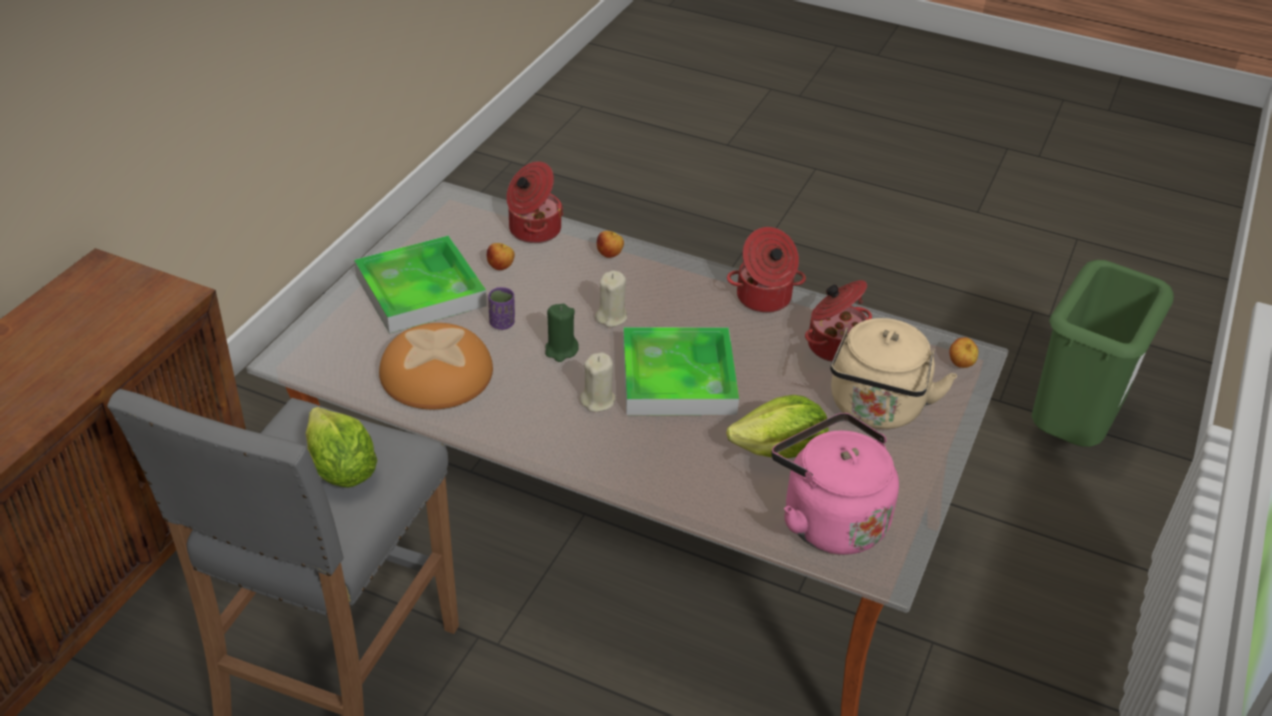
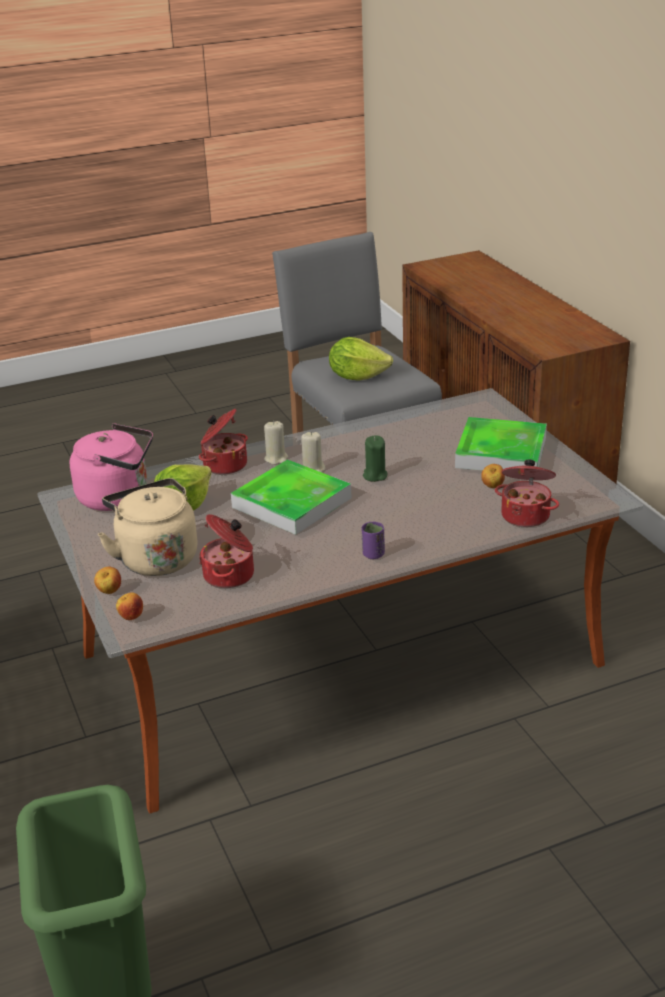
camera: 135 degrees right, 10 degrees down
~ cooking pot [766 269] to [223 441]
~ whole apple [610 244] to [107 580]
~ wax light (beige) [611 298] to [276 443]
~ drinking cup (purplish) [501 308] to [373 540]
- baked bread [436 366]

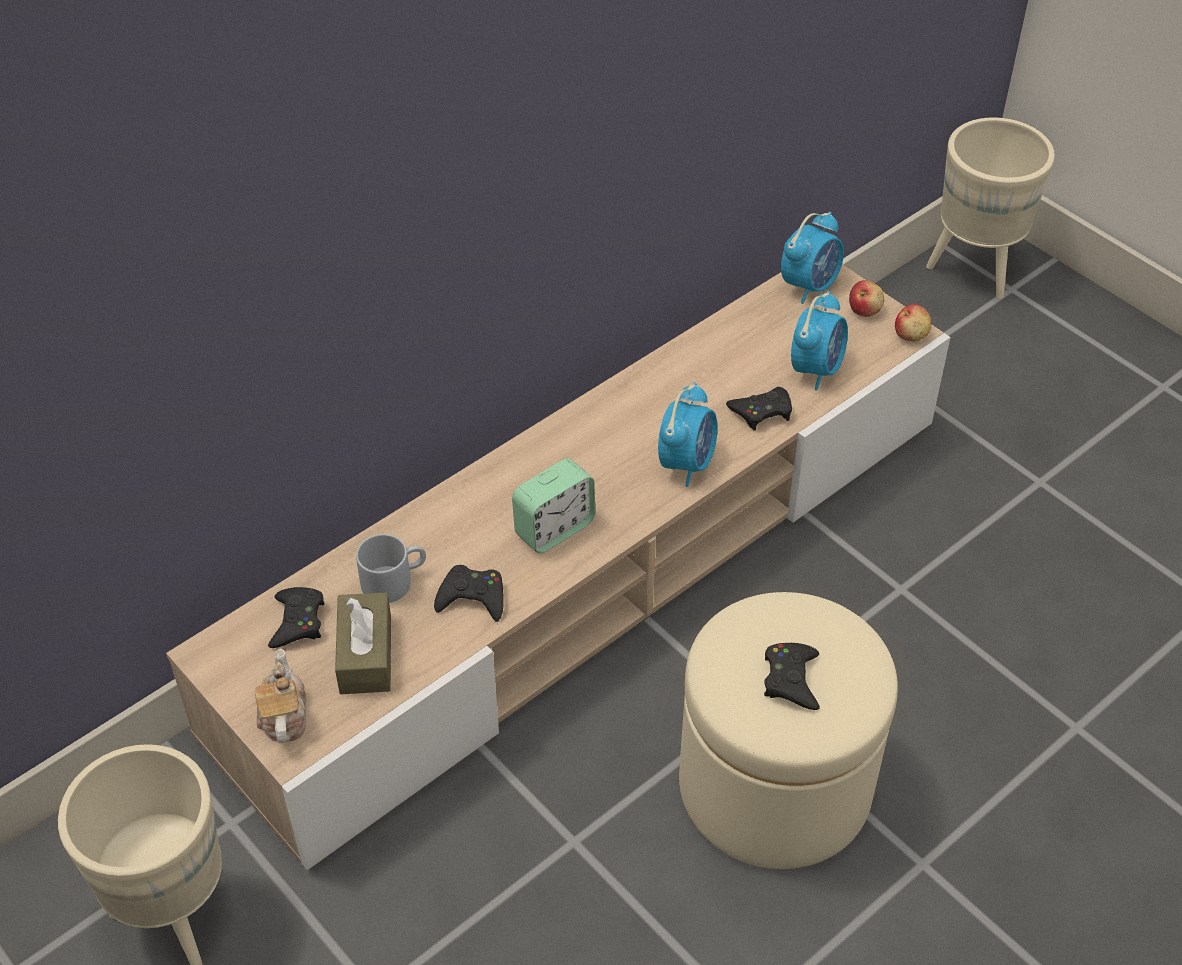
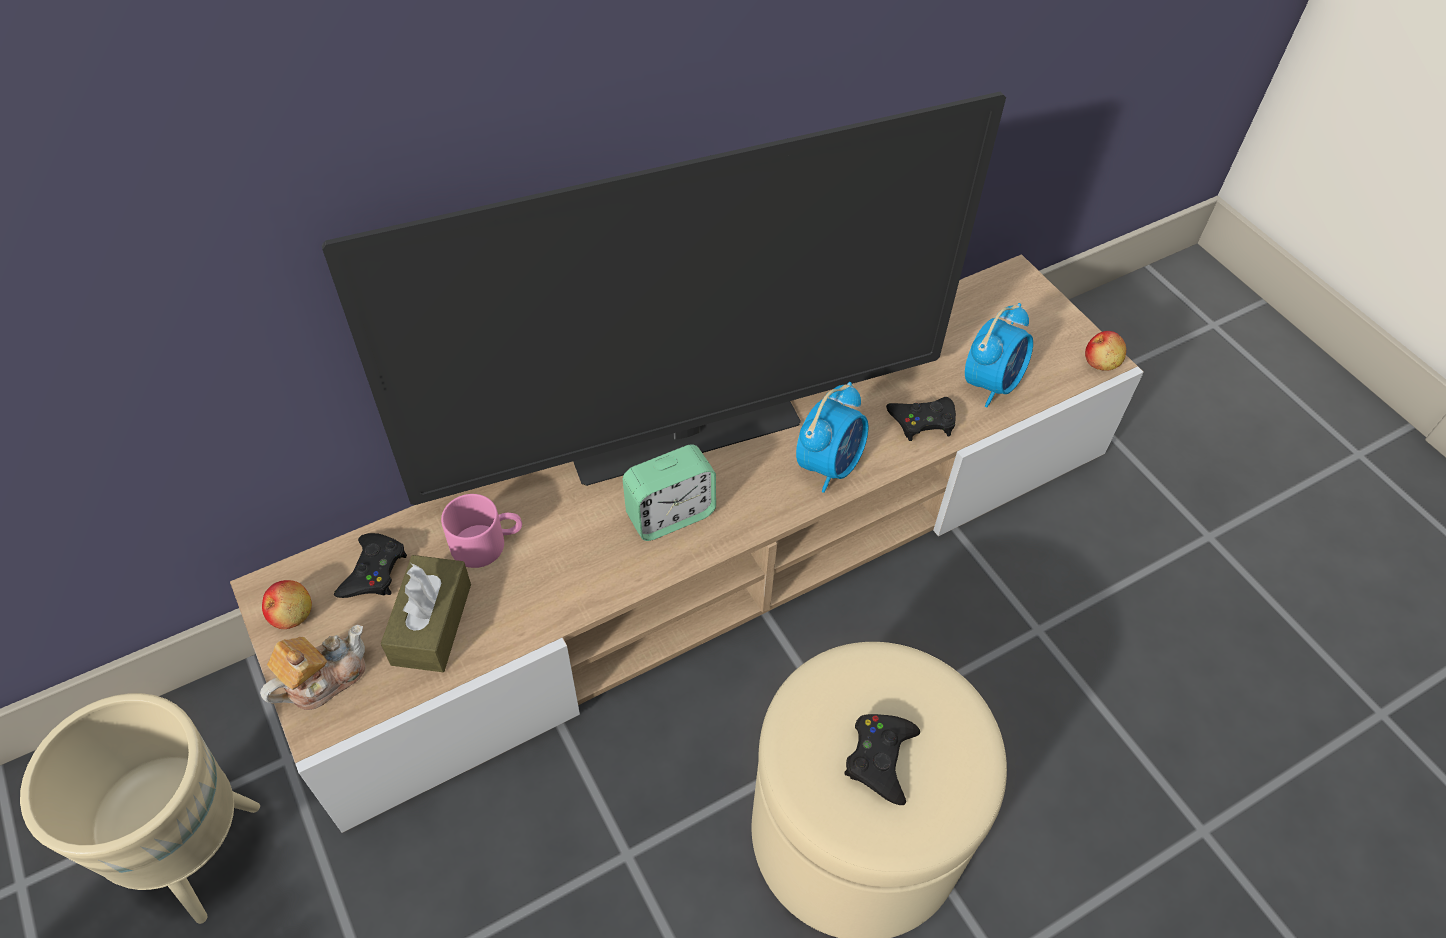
camera: 10 degrees right, 5 degrees up
- flower pot (beige) [990 208]
- bedside clock [812 257]
~ whole apple [866 298] to [287 604]
~ coffee mug (gray) [391 568] to coffee mug (pink-coloured) [481 531]
- game controller (blackish) [469 593]
~ pot for tea [280 695] = [313 667] 45 degrees clockwise
+ TV [663 298]

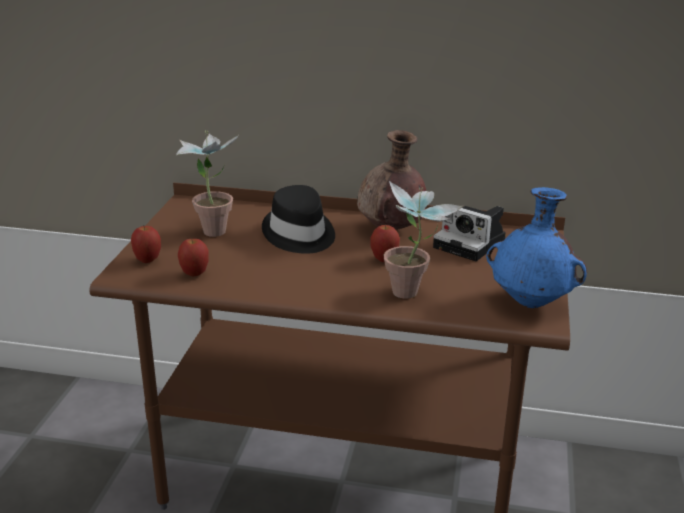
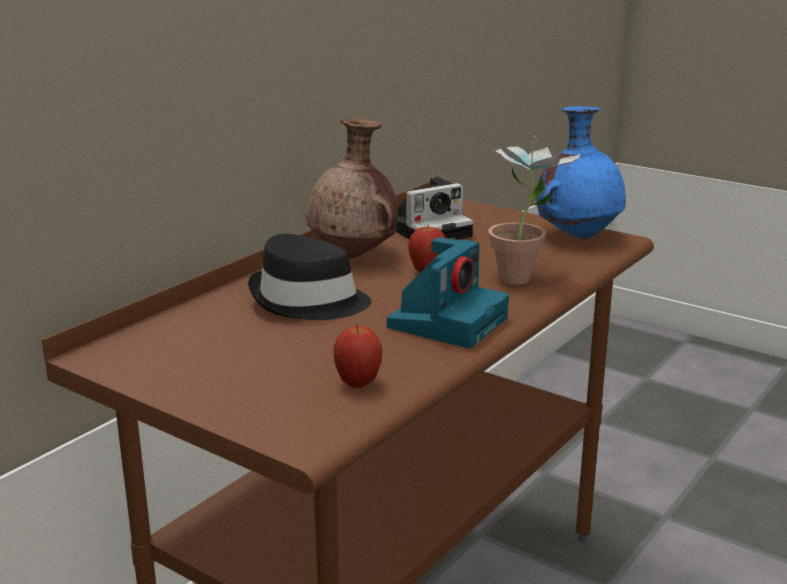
camera: 65 degrees left, 5 degrees down
- houseplant [207 184]
- whole apple [146 244]
+ photo camera [448 292]

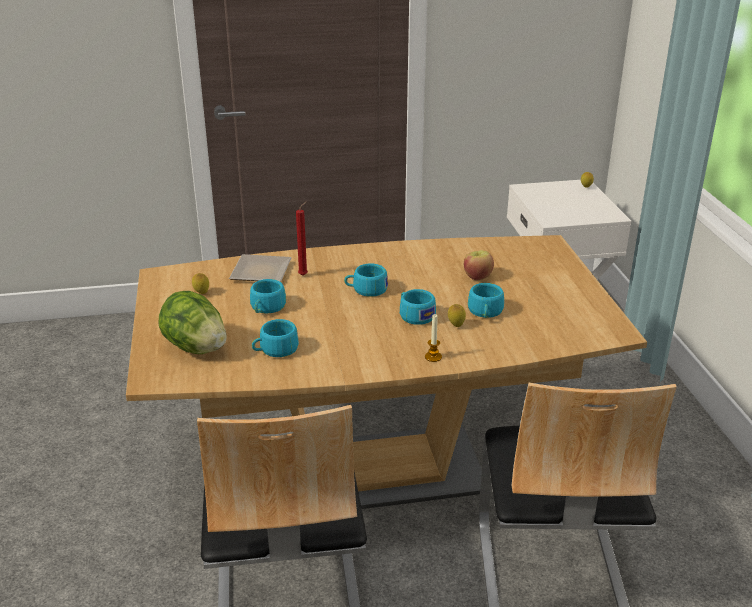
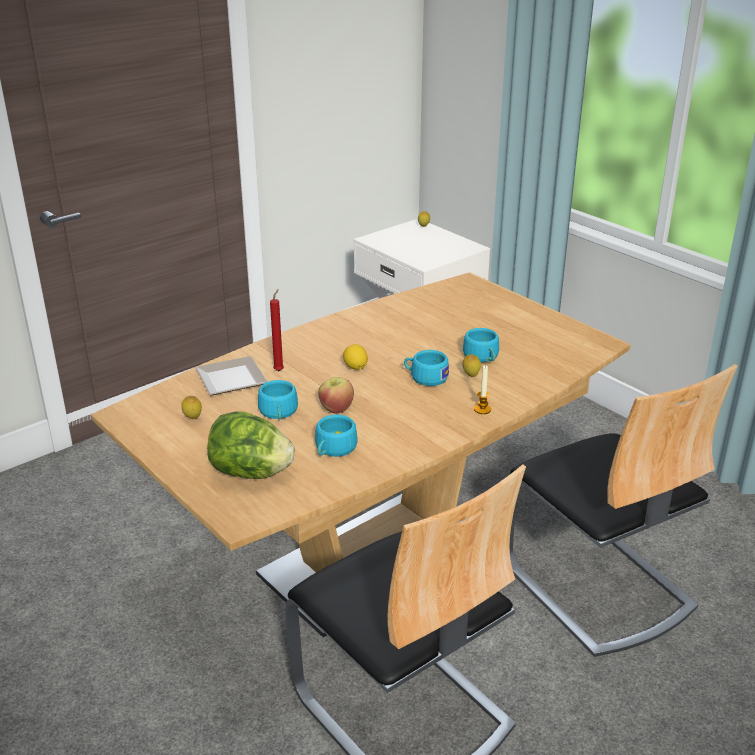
camera: 30 degrees left, 0 degrees up
~ whole apple [479 265] to [336 395]
~ drinking cup (turquoise-coloured) [366 280] to citrus fruit [355 357]

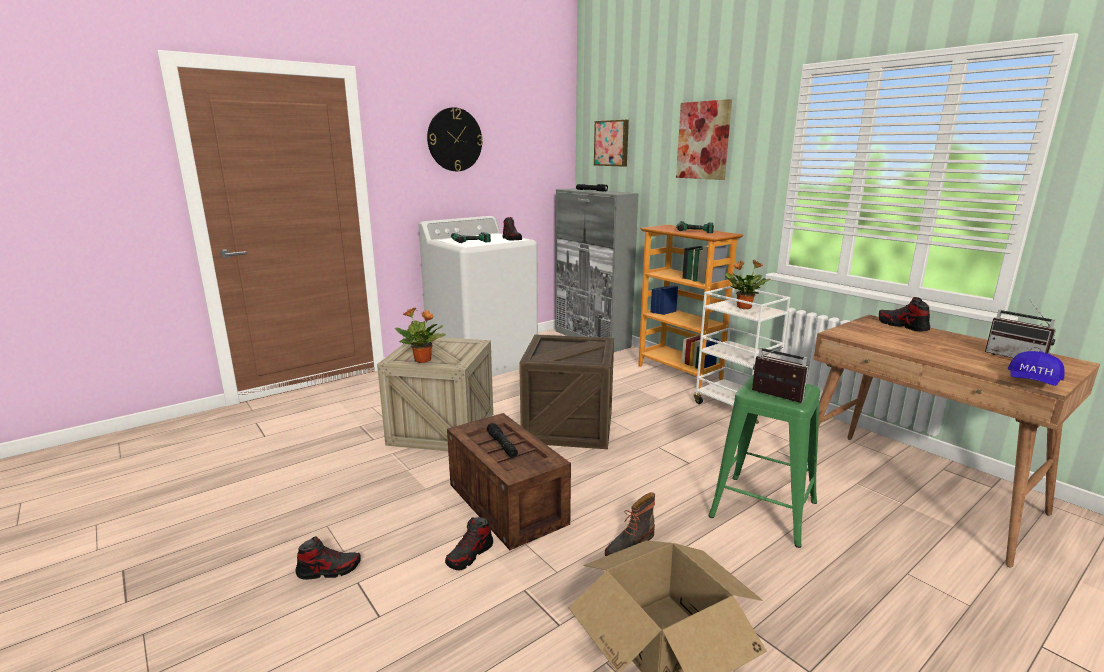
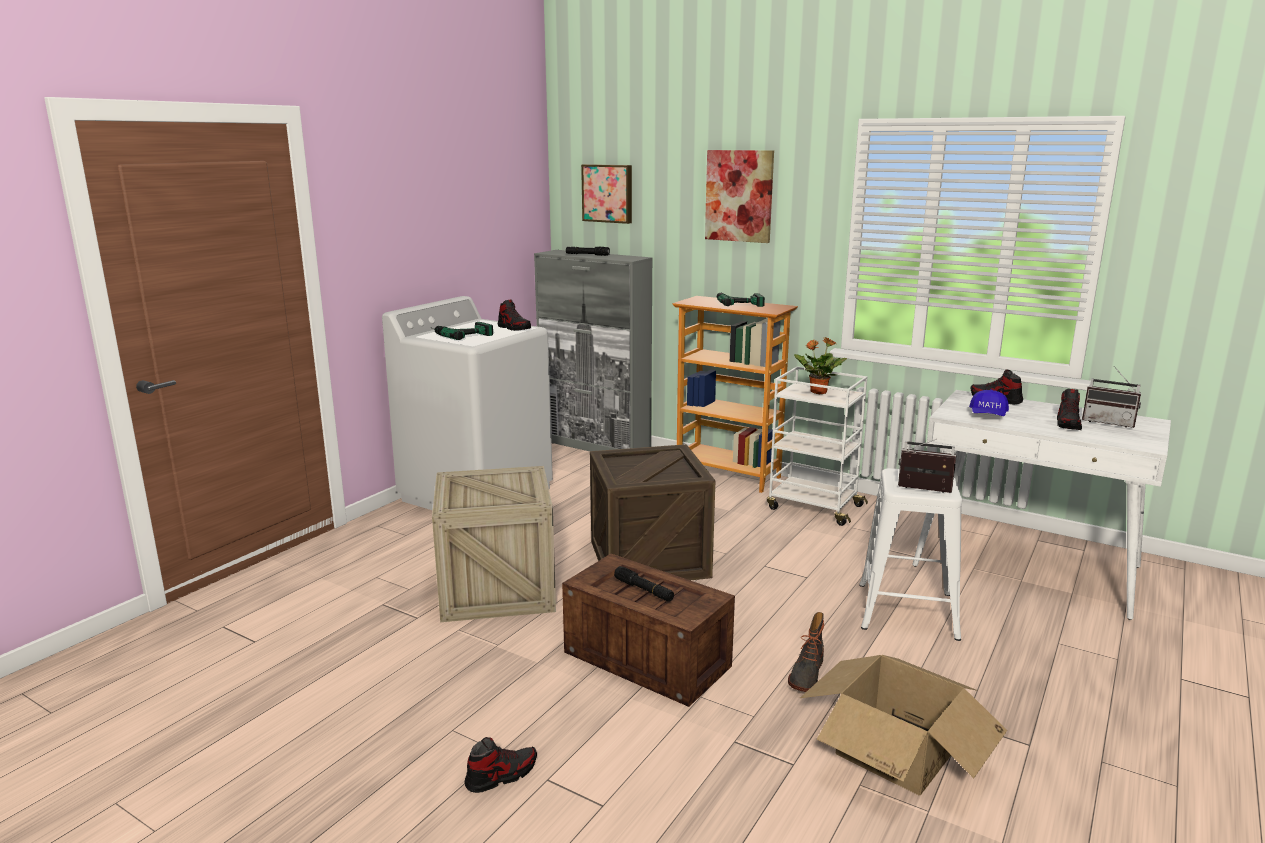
camera: 20 degrees left, 0 degrees up
- hanging clock [455 139]
- houseplant [420 335]
~ desk unit (brownish) [956 441] to desk unit (white) [1041 505]
~ peaked cap (blue-coloured) [1036 368] to [989 402]
~ stool seat (green-coloured) [764 461] to stool seat (white) [910 554]
~ item of footwear [469 544] to [1069 409]

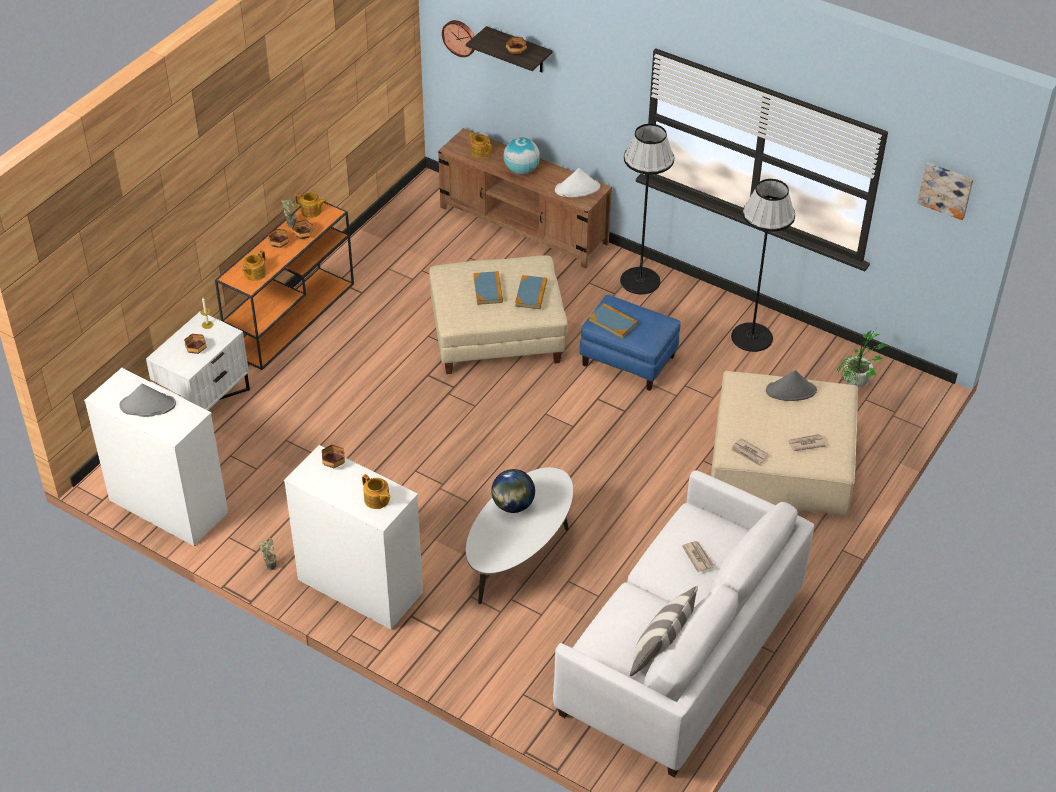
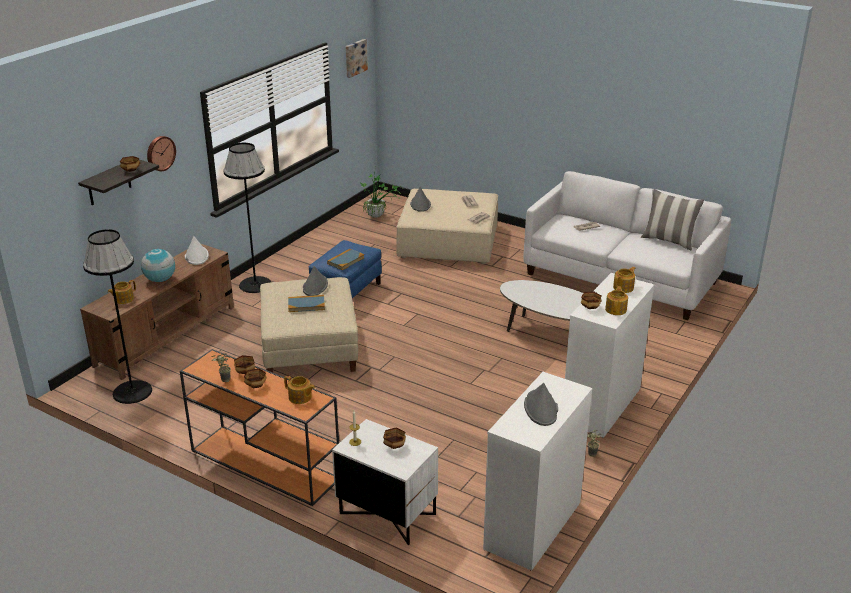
camera: 90 degrees left, 15 degrees down
~ hanging clock [458 38] to [161 153]
~ standard lamp (blackish) [763 265] to [117 316]
~ pot for tea [311 205] to [616 300]
~ bound book [531 292] to wearable hat (gray) [315 281]
- desk globe [513 491]

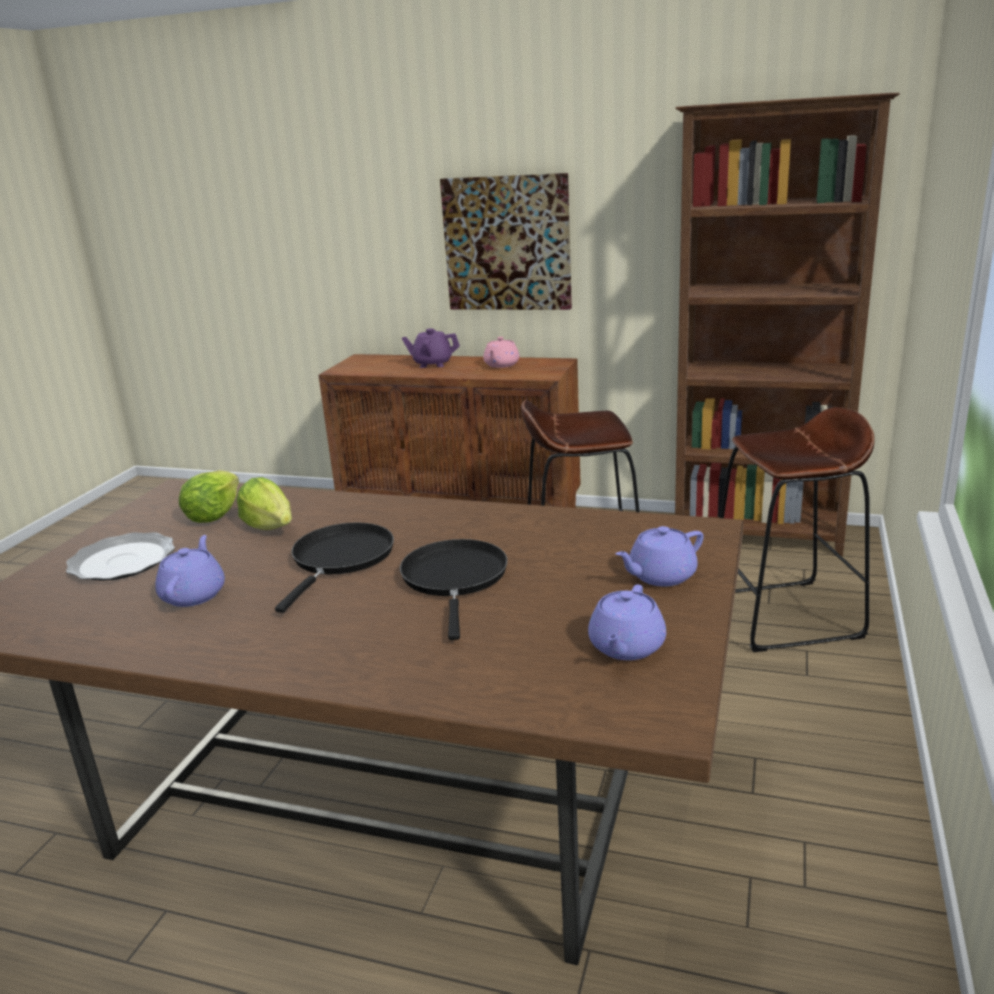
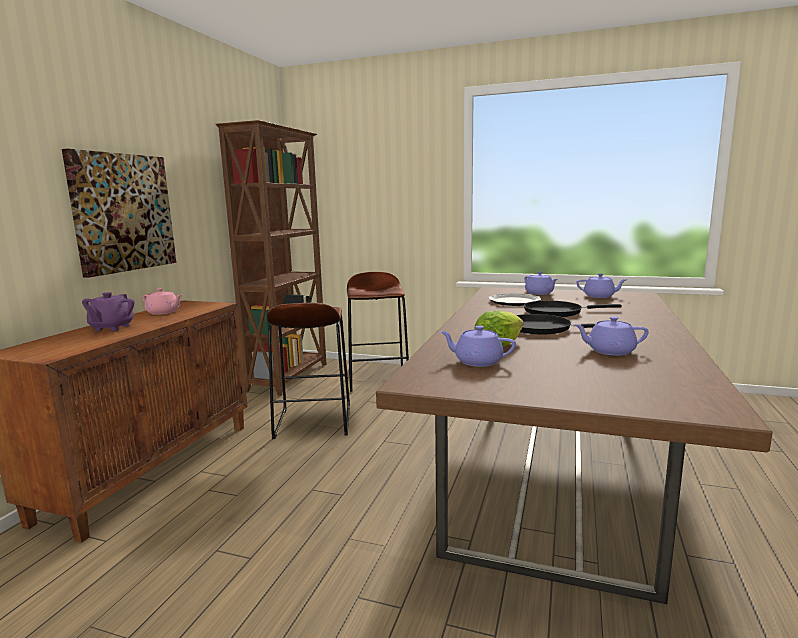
camera: 90 degrees left, 10 degrees down
~ lettuce head [209 496] to pot for tea (purplish) [478 346]
~ plate [120 556] to [514 299]

